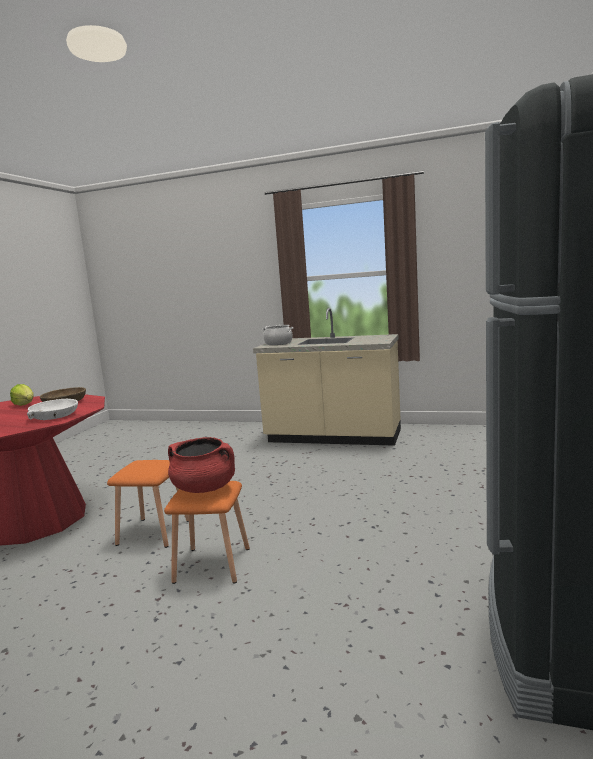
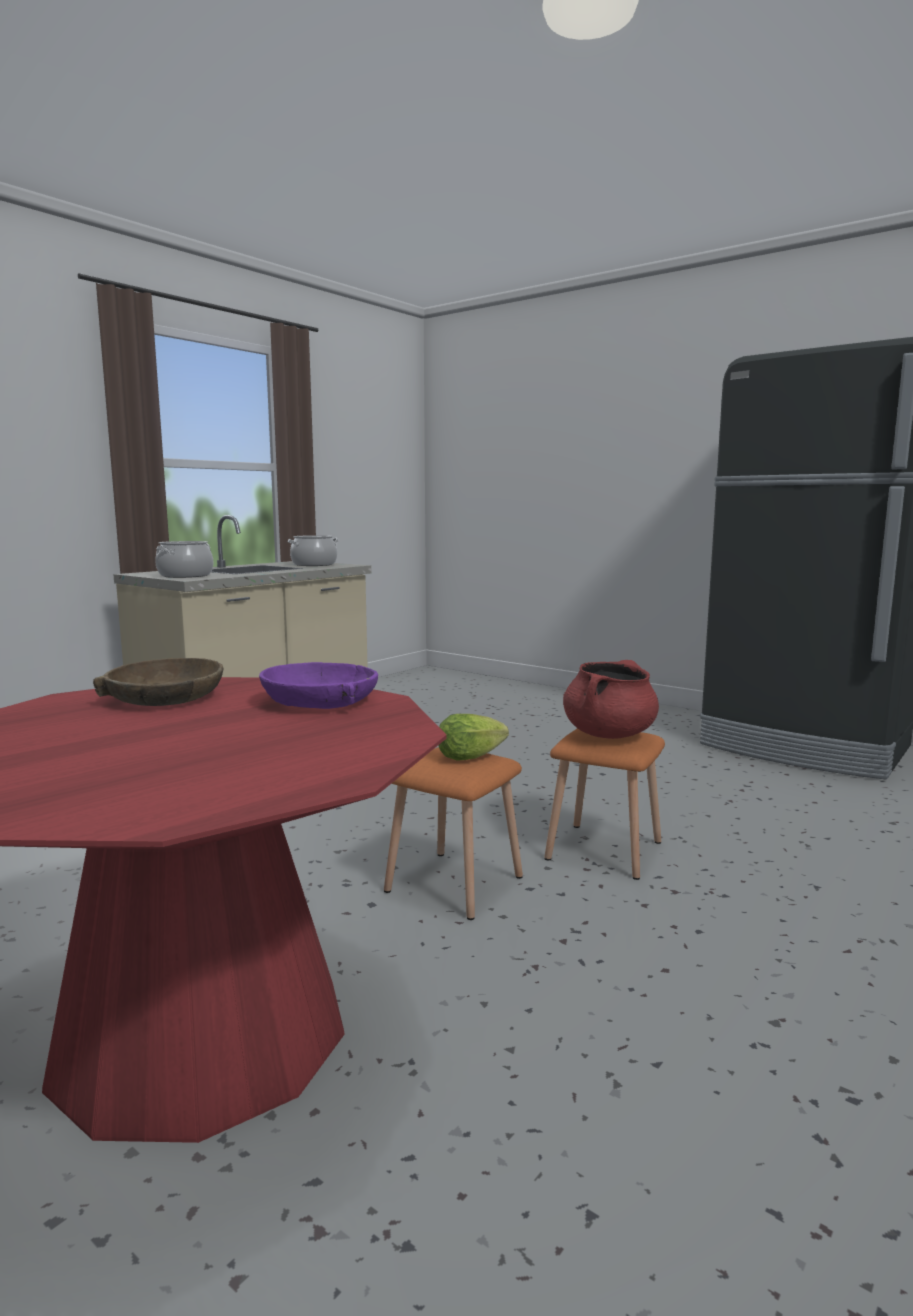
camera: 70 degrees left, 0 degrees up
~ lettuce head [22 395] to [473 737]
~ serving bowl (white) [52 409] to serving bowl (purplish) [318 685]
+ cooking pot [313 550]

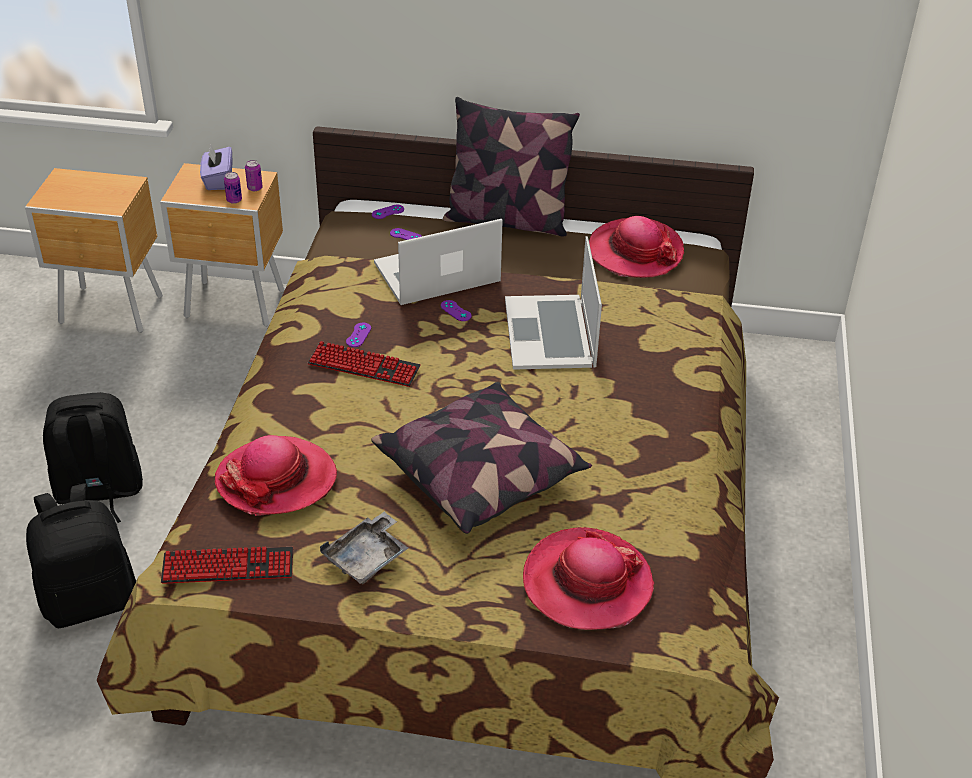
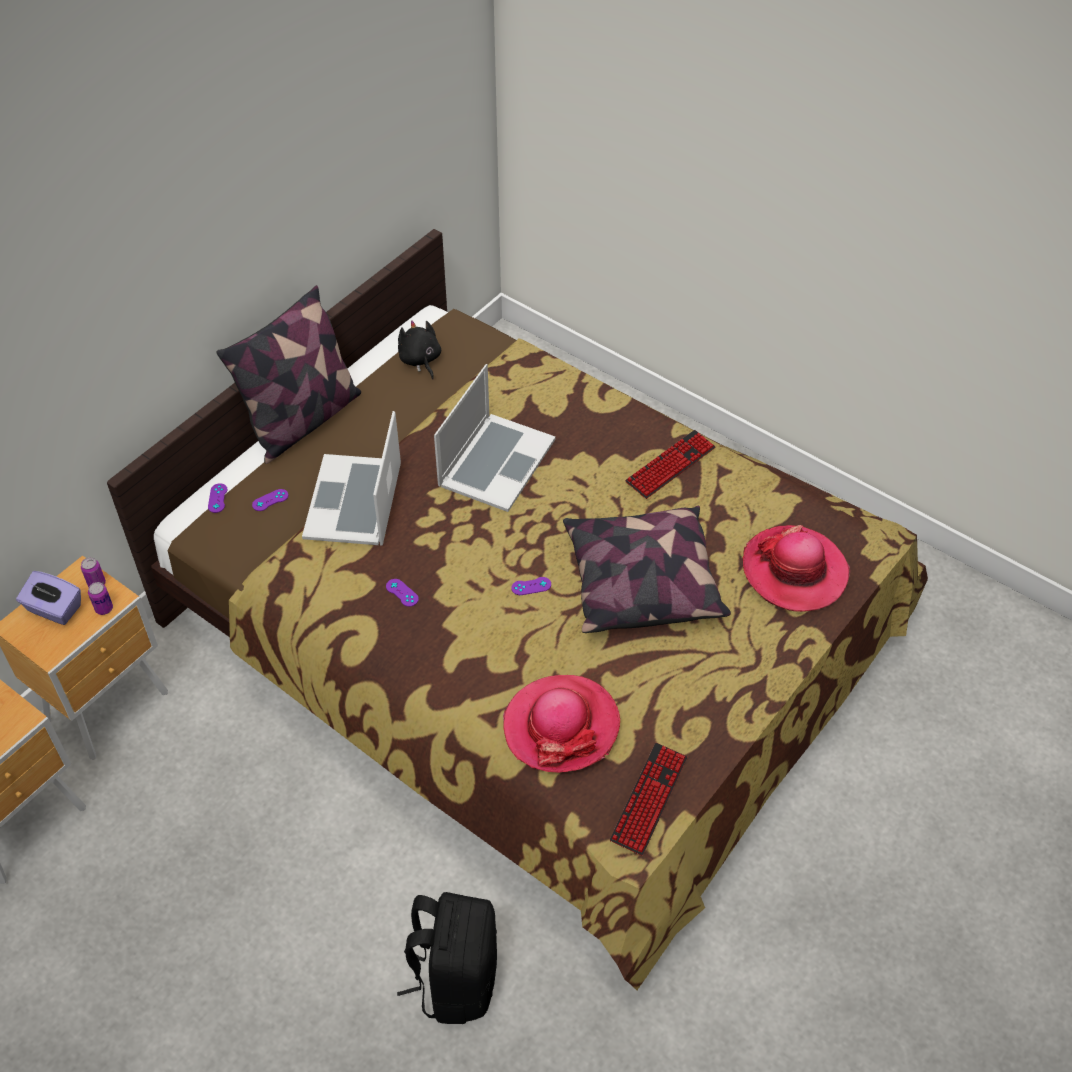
camera: 60 degrees left, 10 degrees up
~ wearable hat [636 247] to soft toy (blackish) [419 350]
~ laptop [553 303] = [495 438] 90 degrees counterclockwise
~ game controller (purplish) [456 310] to [531 586]
~ keyboard [364 364] to [670 464]
- backpack (blackish) [93 457]
- serving tray (gray) [364 548]

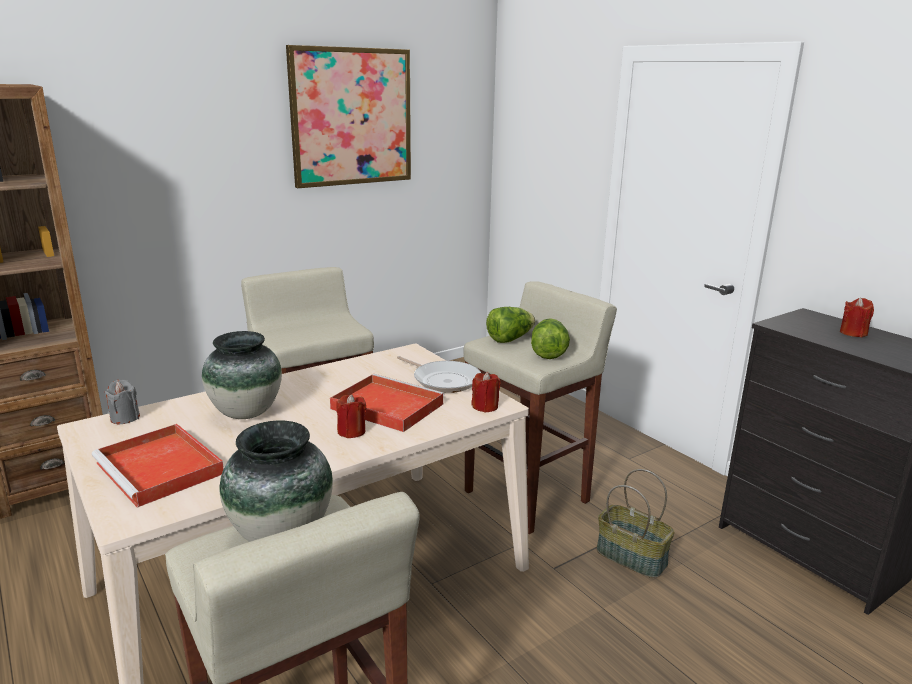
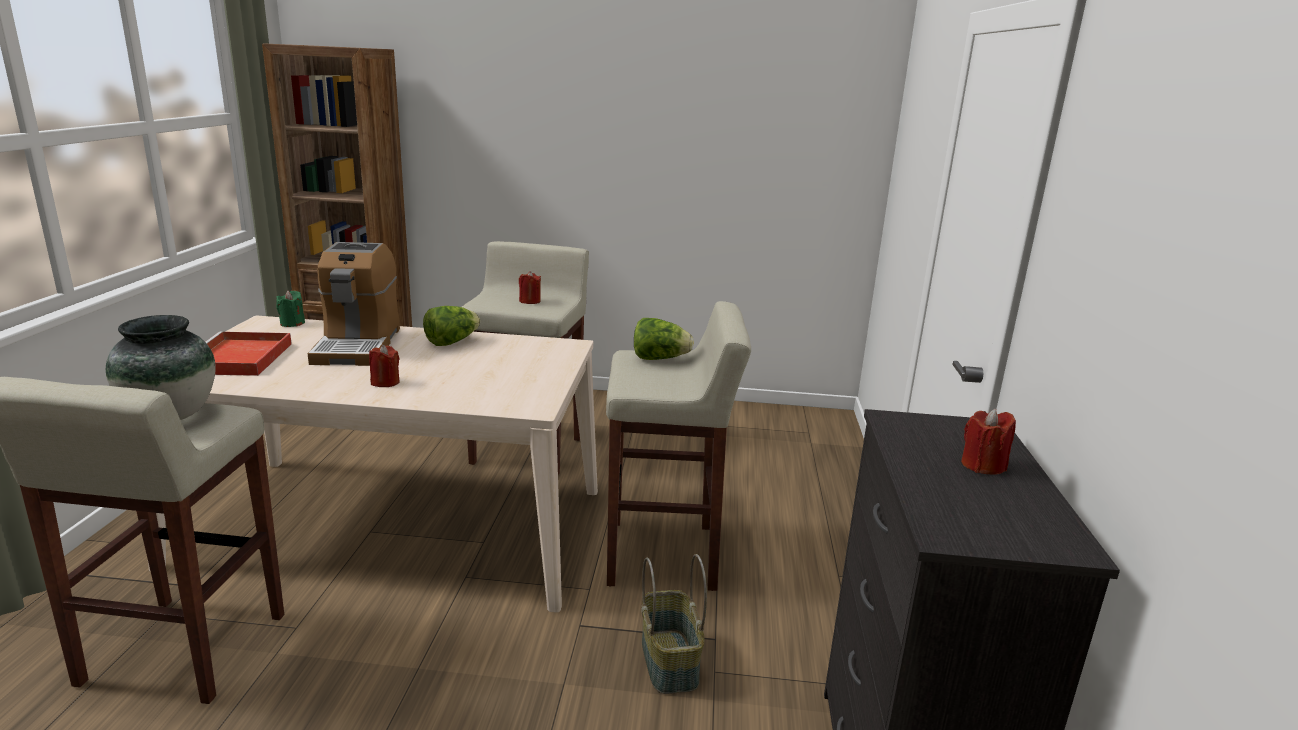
camera: 40 degrees right, 0 degrees up
- picture [348 116]
~ lettuce head [550 338] to [451 326]
~ vase [242 375] to coffee brewer [354 304]
- skillet [439 374]
~ wax light (reddish) [486 392] to [530 287]
- serving tray (reddish) [387 403]
~ wax light (gray) [122 402] to wax light (green-coloured) [290 308]

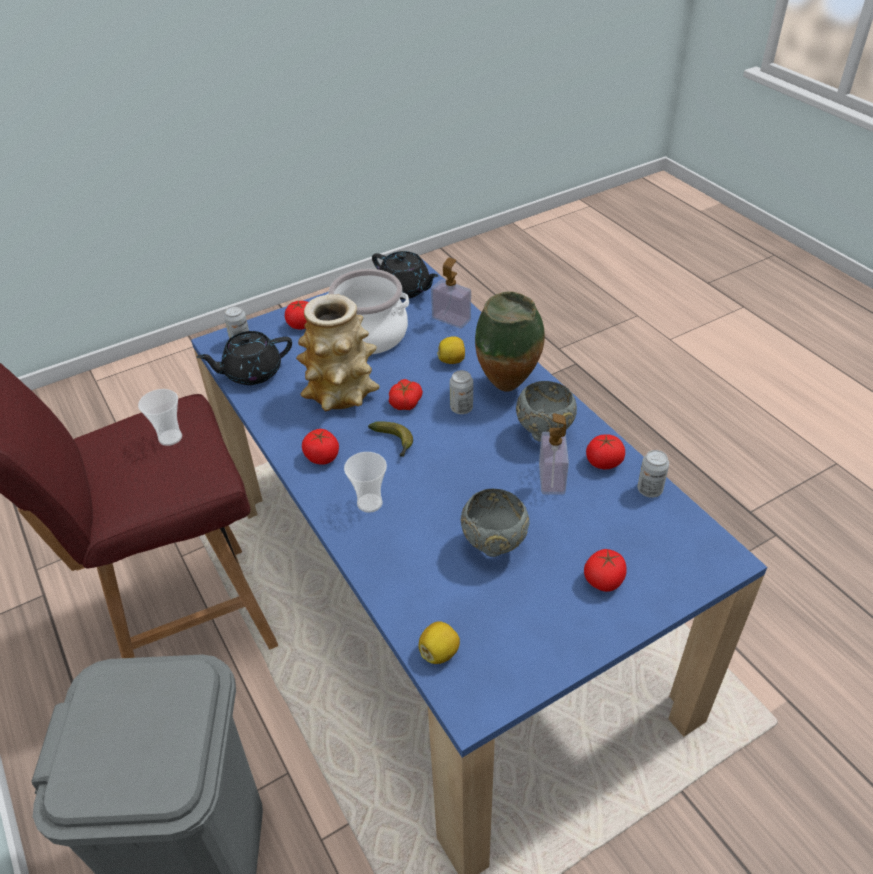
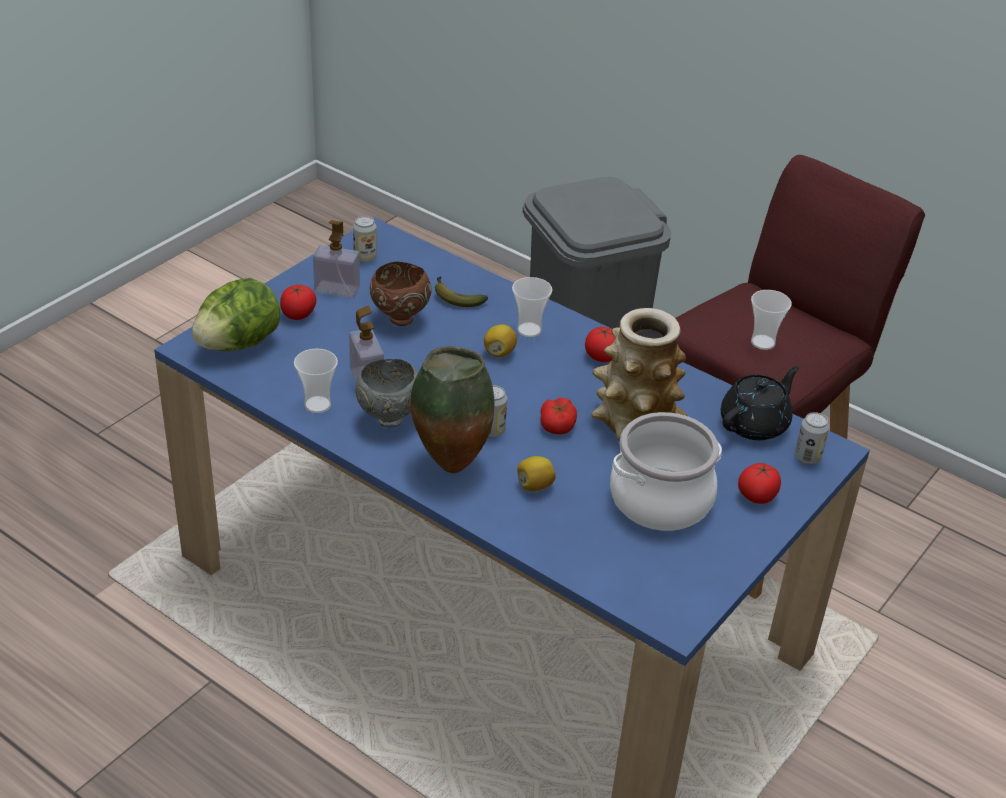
camera: 155 degrees right, 5 degrees down
- pot for tea (blackish) [405 275]
~ soap dispenser [451 293] to [336 259]
~ banana fruit [390 439] to [461 291]
~ whole tomato [605 451] to drinking cup [316 381]
~ can [653 474] to [365 239]
~ serving bowl (gray) [495 523] to serving bowl (brownish) [400 294]
~ citrus fruit [439 642] to [500 340]
+ lettuce head [236 314]

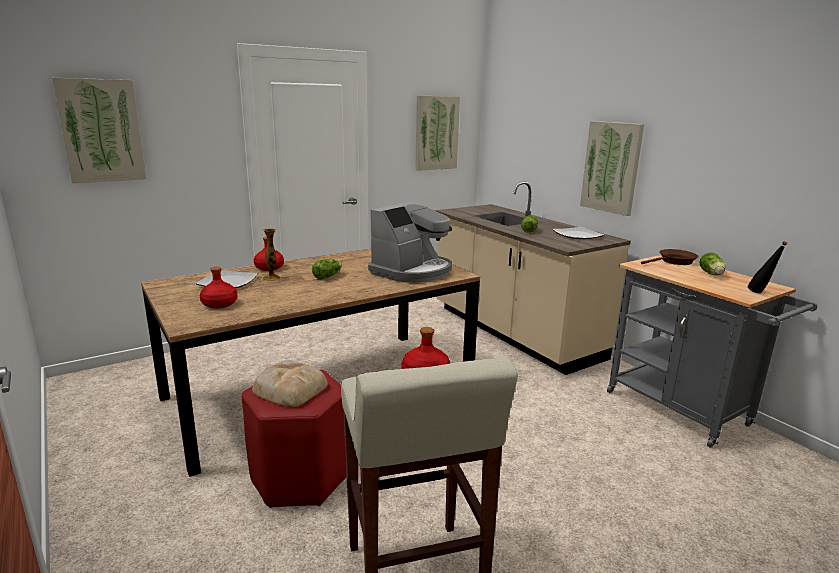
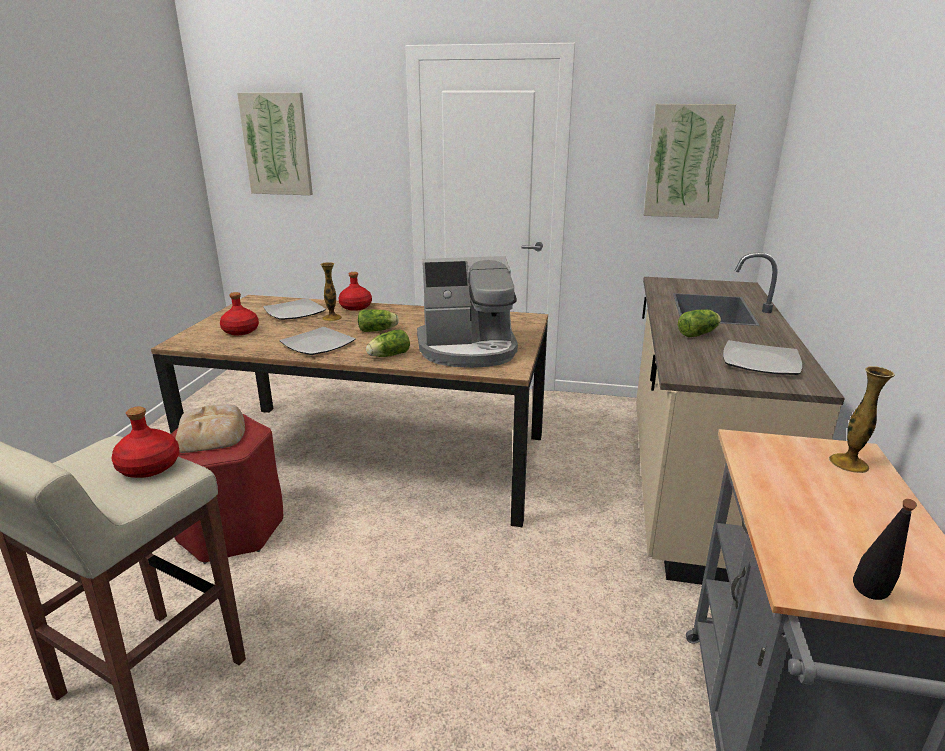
camera: 45 degrees right, 5 degrees up
- picture [612 168]
~ skillet (brownish) [670 257] to vase [862 419]
~ lettuce head [712 263] to [388 343]
+ plate [318 341]

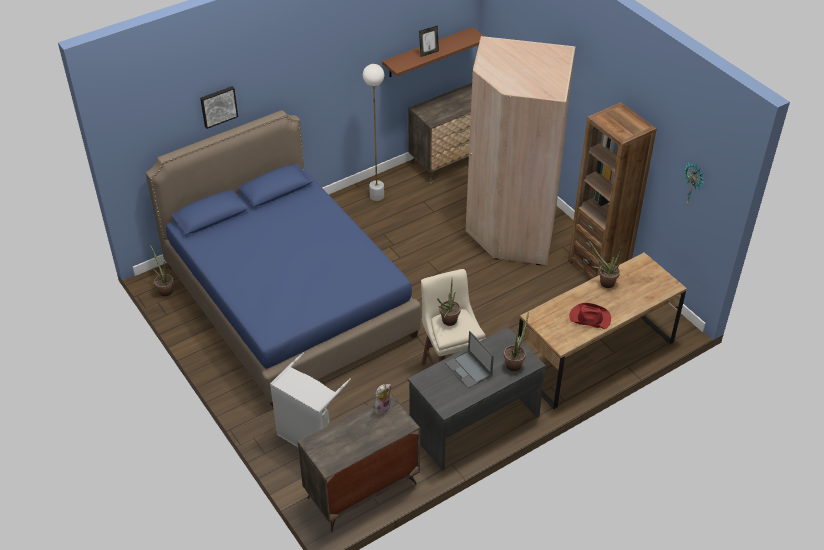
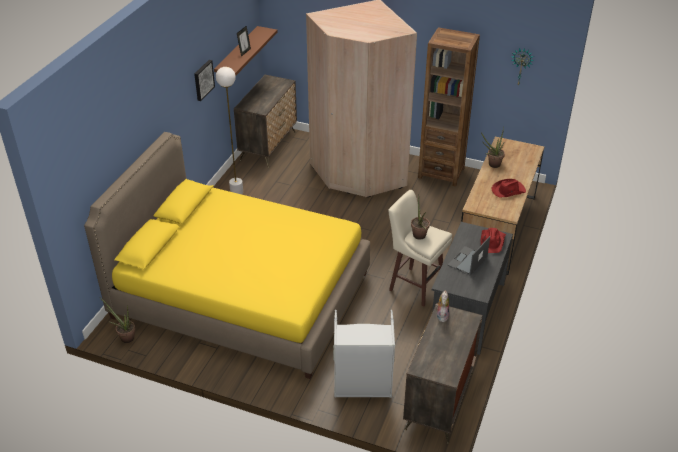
camera: 35 degrees left, 5 degrees down
~ picture [219 107] to [204 80]
~ bedroom bed (blue-coloured) [283 258] to bedroom bed (yellowish) [227 255]
~ houseplant [516 340] to wearable hat (reddish) [493 240]
~ laptop [469 360] = [469 256] 105 degrees clockwise

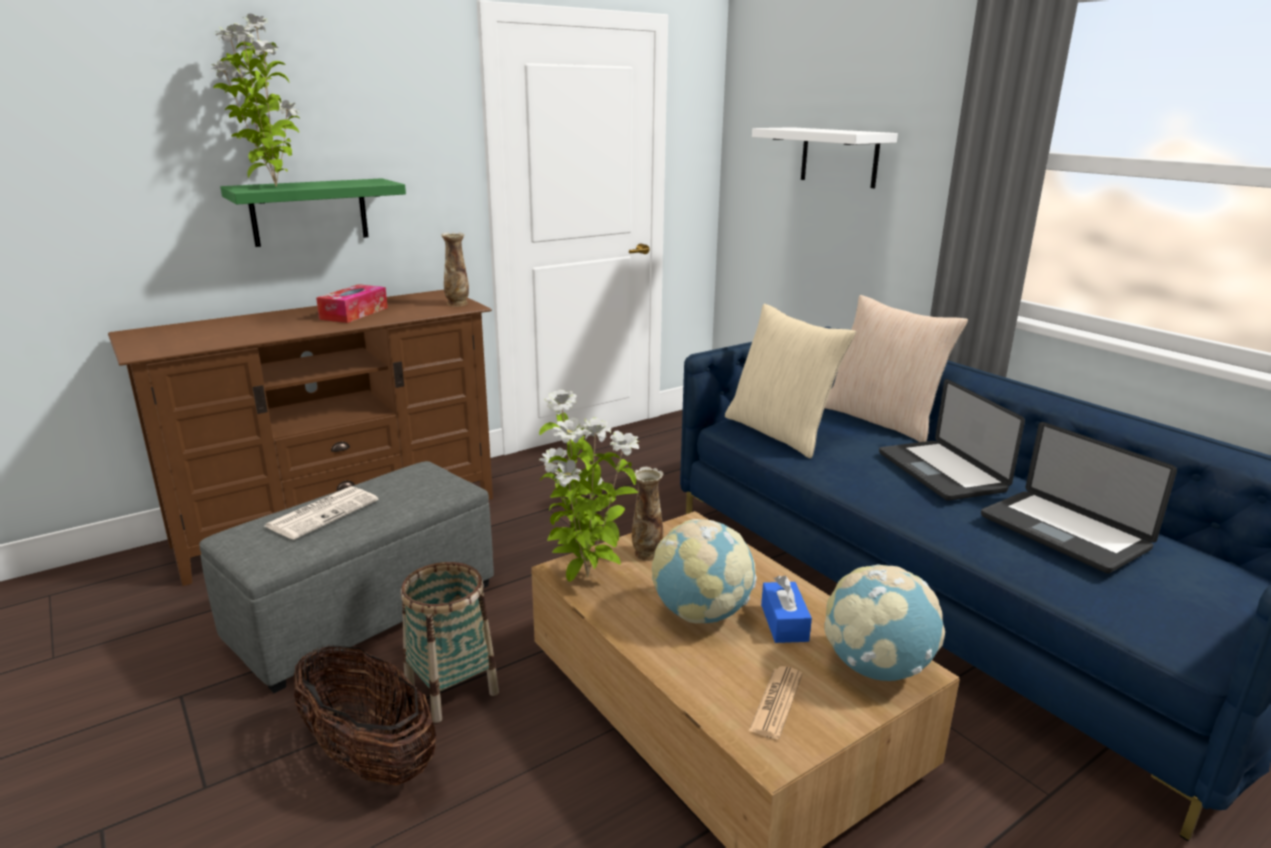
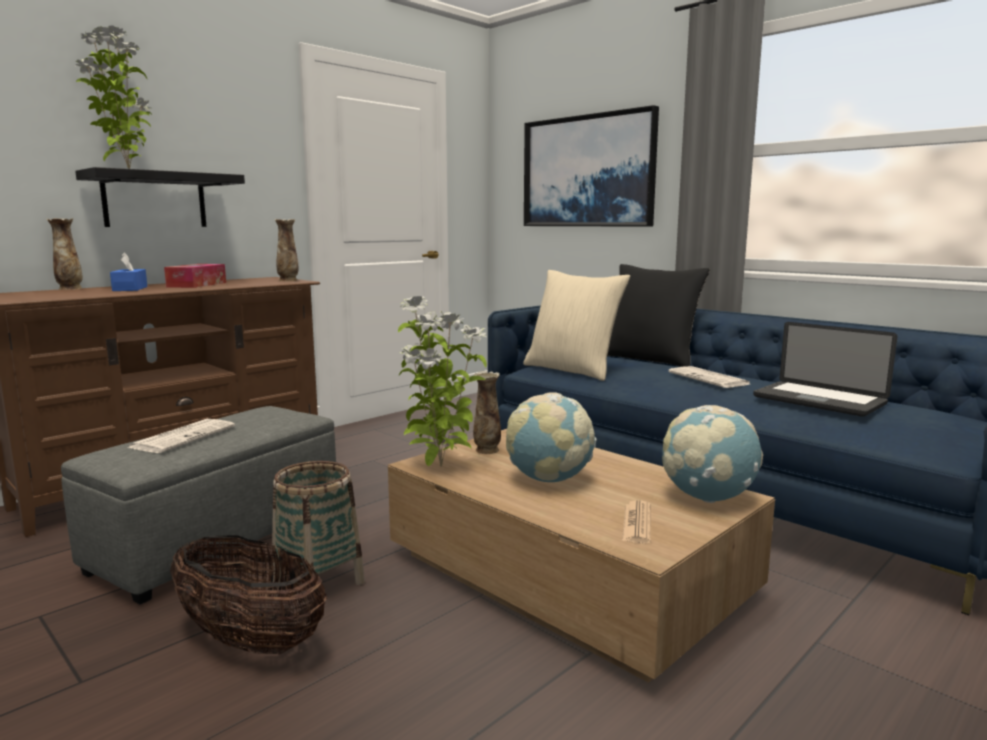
camera: 10 degrees left, 10 degrees down
~ wall shelf (white) [825 157] to picture [591 166]
~ wall shelf (green-coloured) [313 212] to wall shelf (blackish) [160 197]
~ cushion (beige) [896 368] to cushion (blackish) [658 315]
~ laptop [952 440] to newspaper [709 377]
~ tissue holder (blue-coloured) [786 609] to [128 271]
+ vase [64 254]

